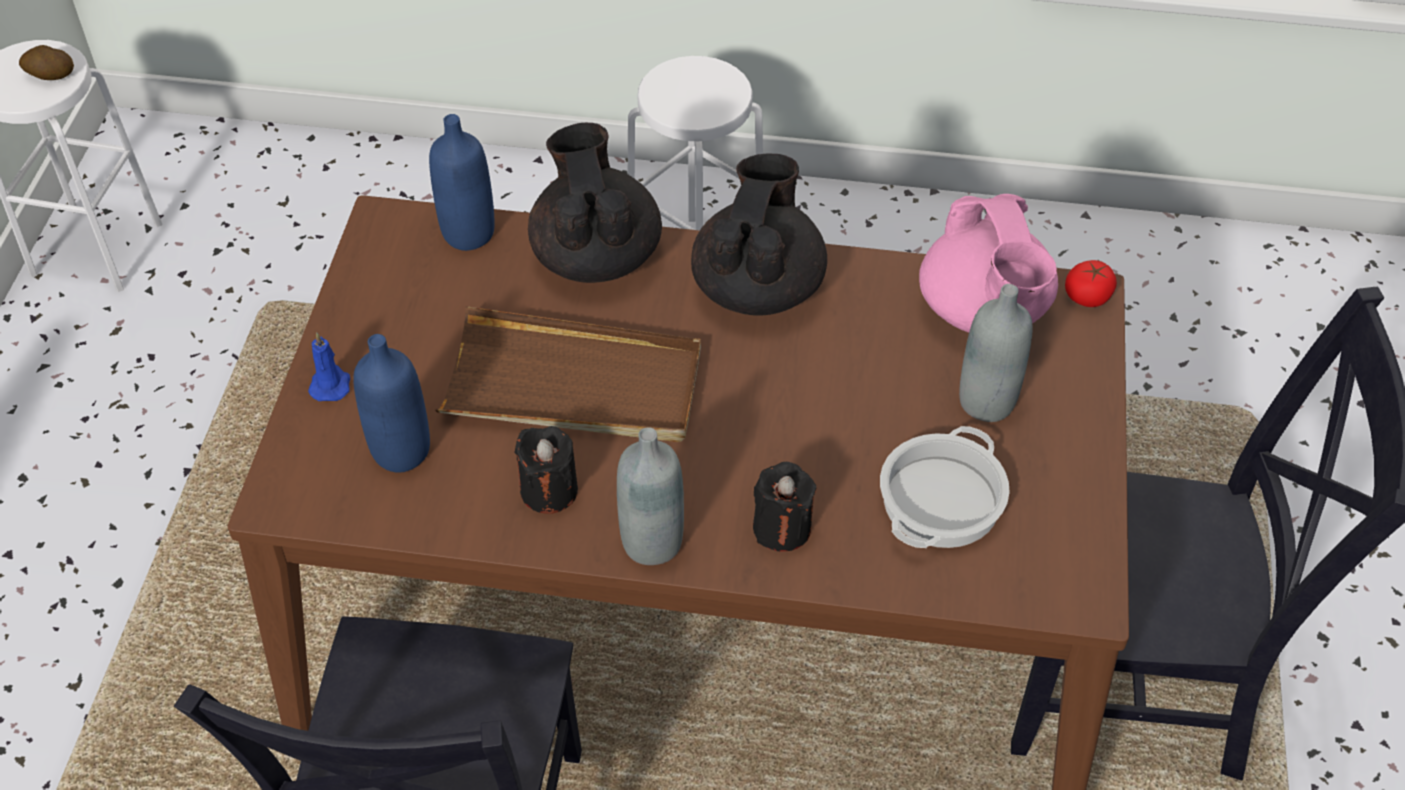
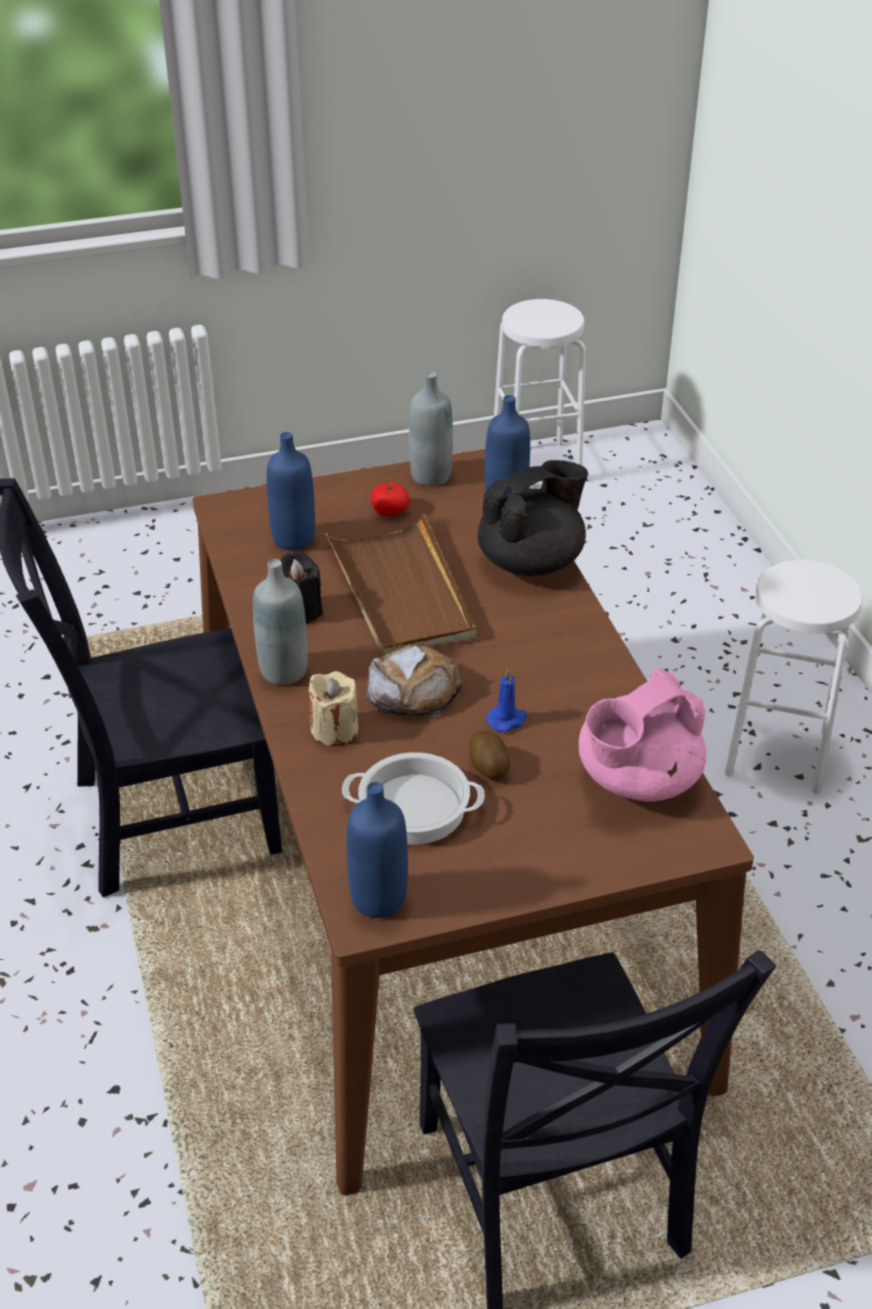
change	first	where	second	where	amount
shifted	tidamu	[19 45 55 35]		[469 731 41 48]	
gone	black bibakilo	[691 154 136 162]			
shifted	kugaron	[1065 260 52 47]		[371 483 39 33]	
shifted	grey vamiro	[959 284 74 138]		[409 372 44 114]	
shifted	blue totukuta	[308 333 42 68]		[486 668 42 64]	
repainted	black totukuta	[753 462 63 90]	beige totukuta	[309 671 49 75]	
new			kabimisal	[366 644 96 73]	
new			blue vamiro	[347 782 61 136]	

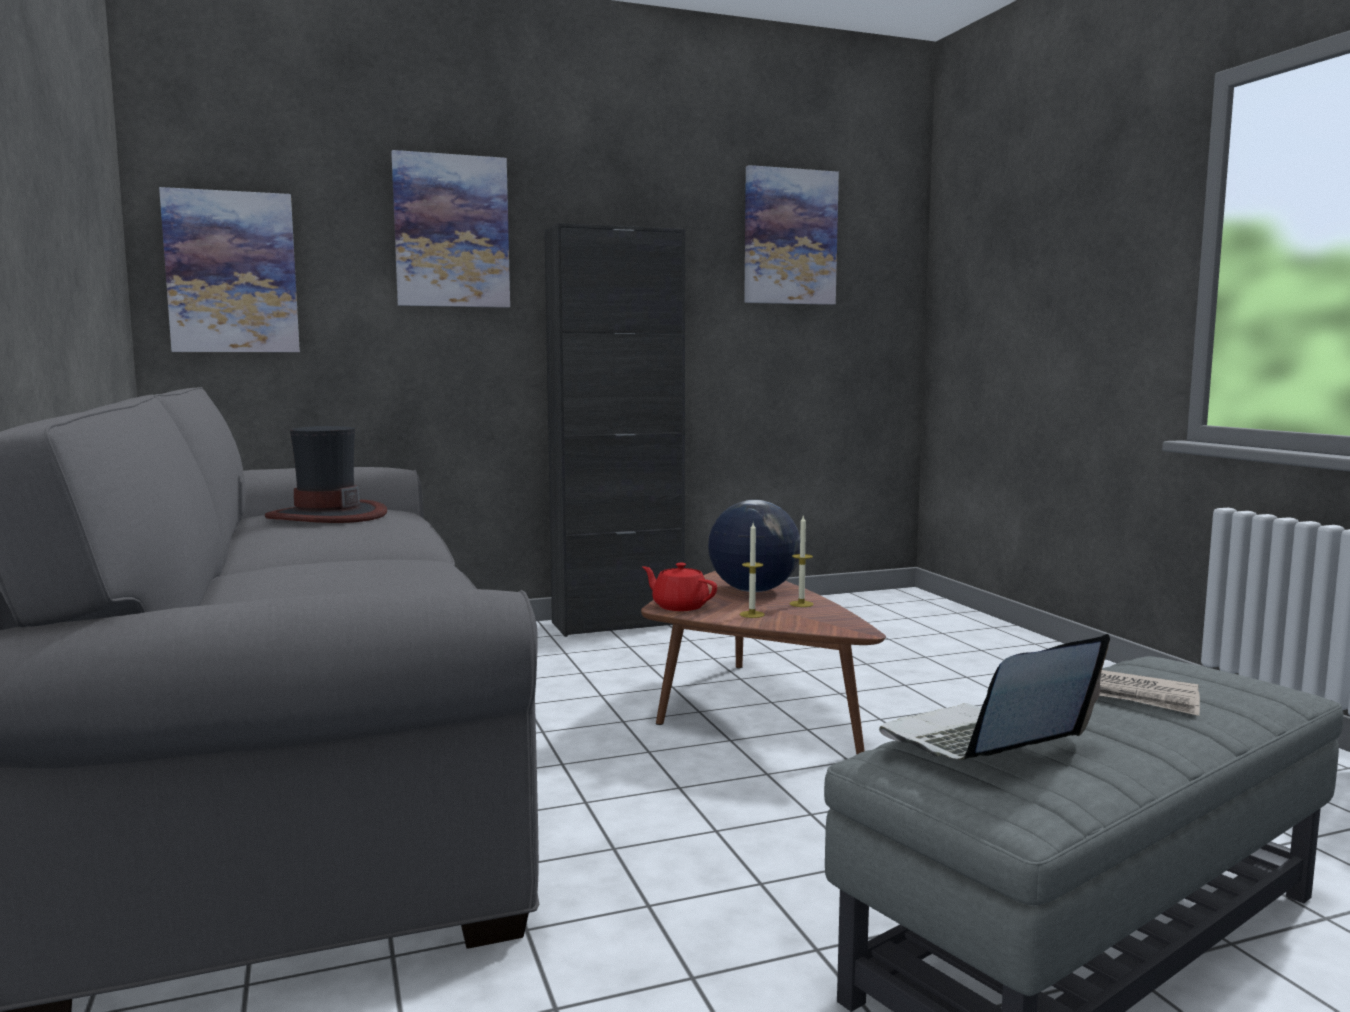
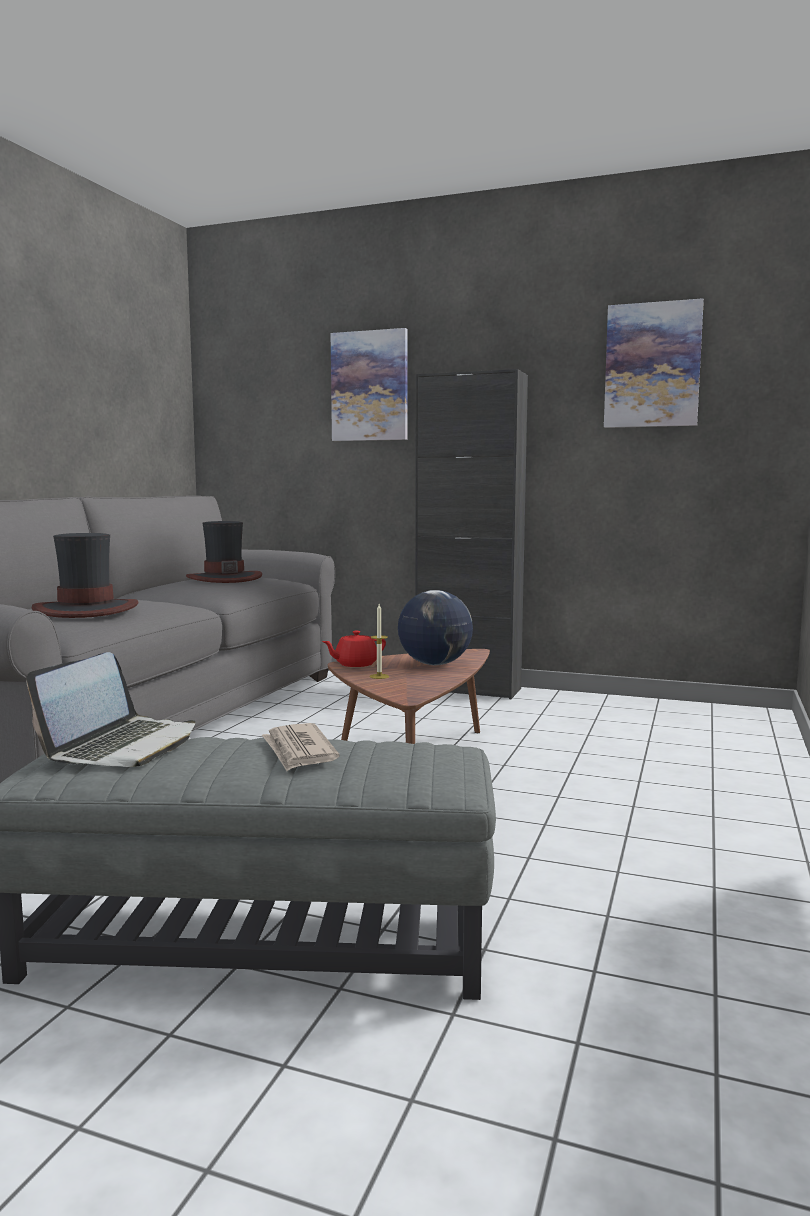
change	first	where	second	where	amount
gone	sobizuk	[159 187 141 165]			
gone	totukuta	[789 516 25 91]			
rotated	red bibakilo	[642 563 75 48]		[322 631 64 36]	105 degrees counterclockwise
rotated	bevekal	[879 634 231 126]		[26 652 169 115]	105 degrees clockwise
new			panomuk	[32 533 106 85]	

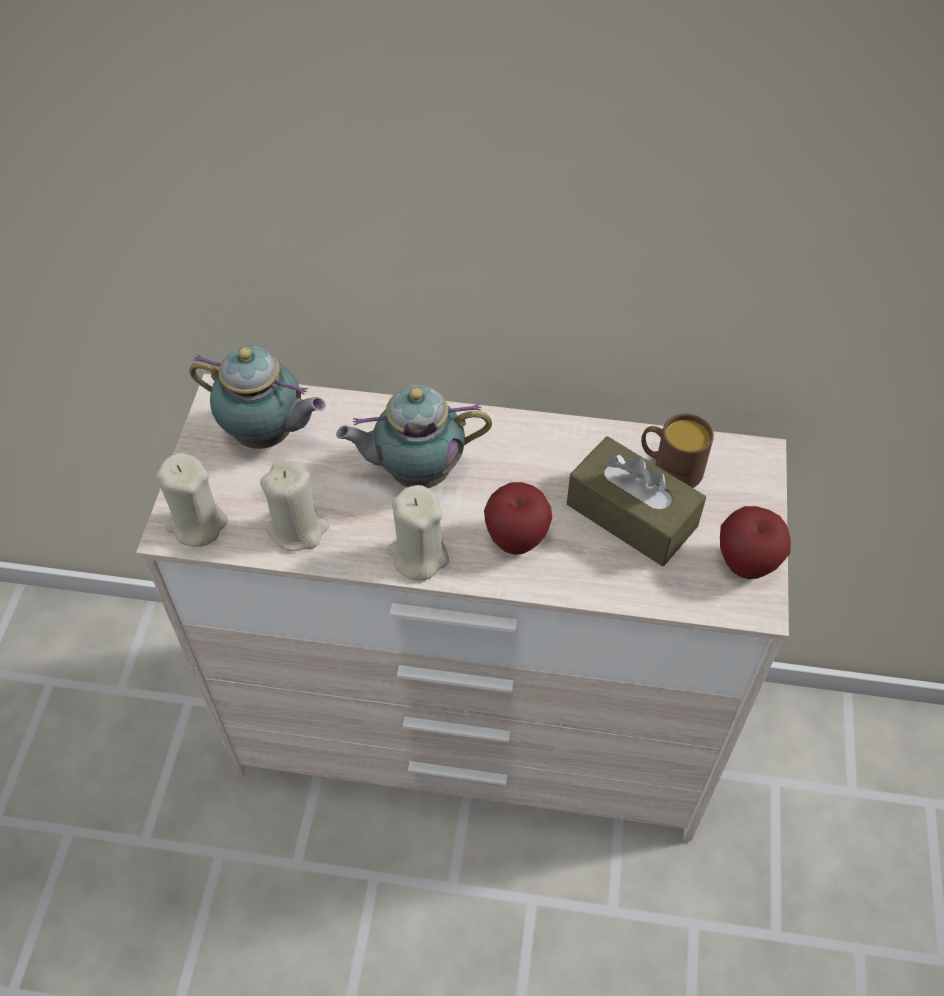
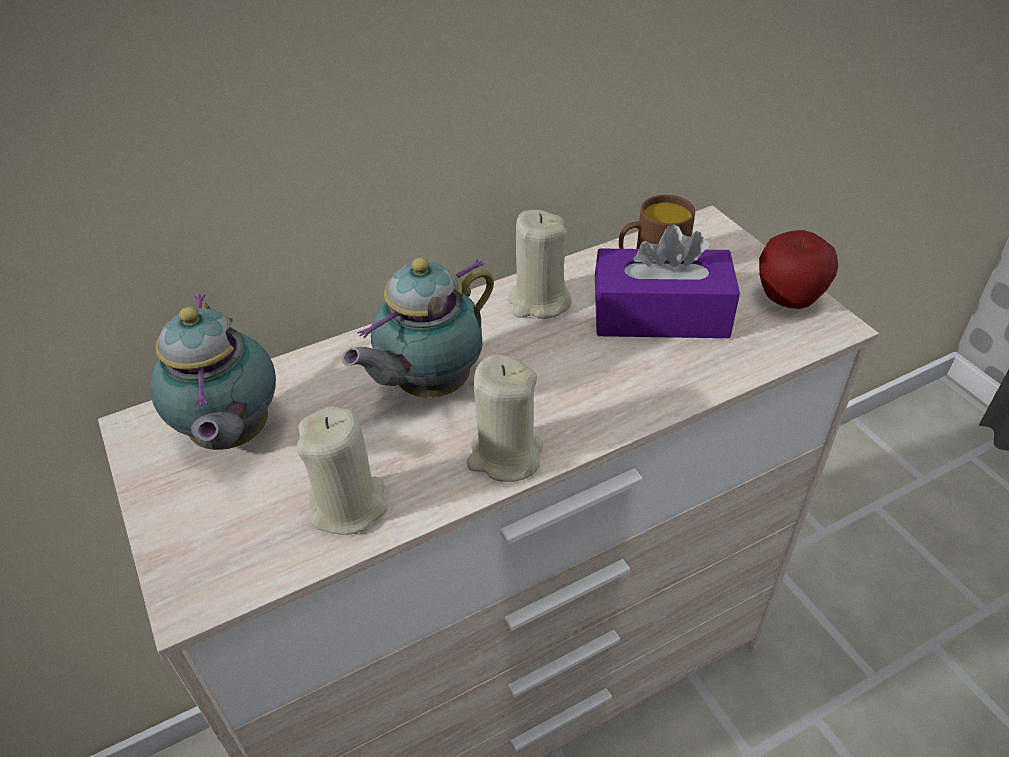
change	first	where	second	where	amount
rotated	bibakilo	[189 346 137 103]		[150 294 126 156]	90 degrees clockwise
repainted	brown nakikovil	[567 436 139 130]	purple nakikovil	[595 224 145 114]	
shifted	beige totukuta	[156 453 72 94]		[508 210 64 109]	
gone	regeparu	[484 482 68 73]			

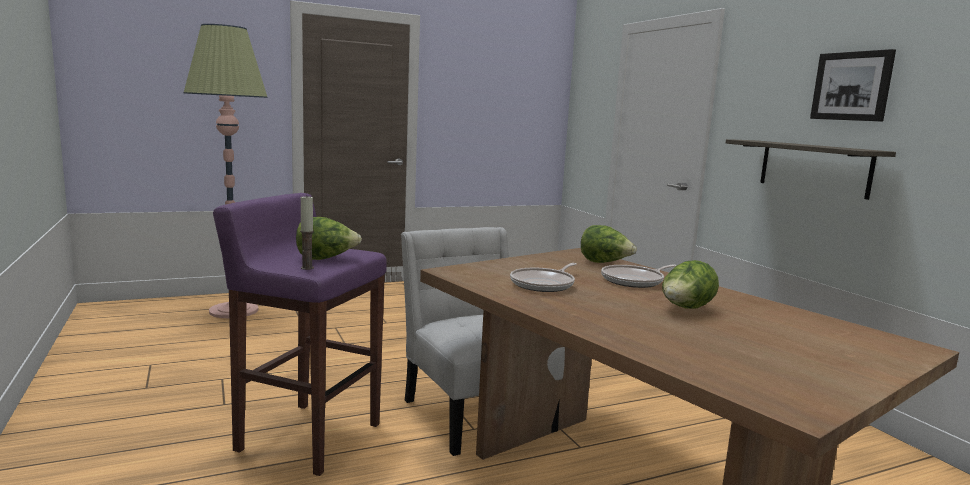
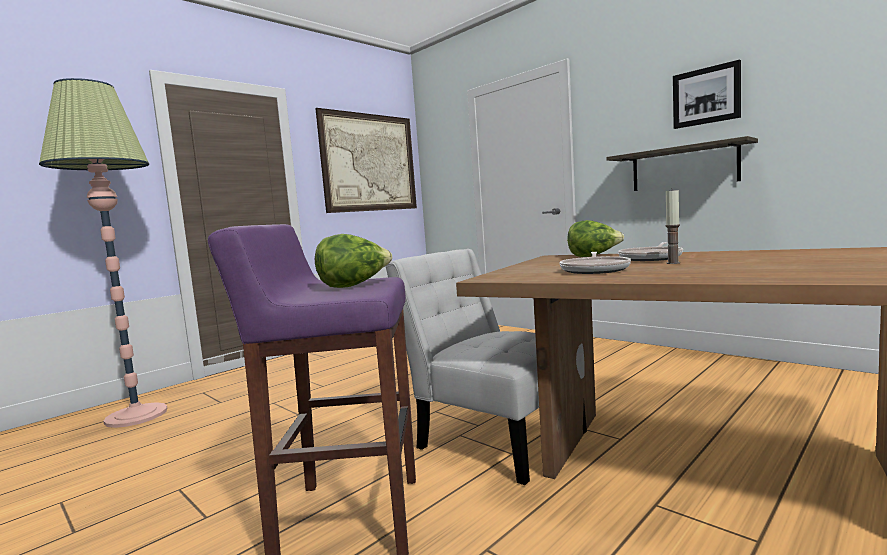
change	first	where	second	where	amount
shifted	totukuta	[300 195 14 75]		[666 188 14 76]	
gone	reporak	[662 260 57 49]			
new			sobizuk	[315 108 102 105]	

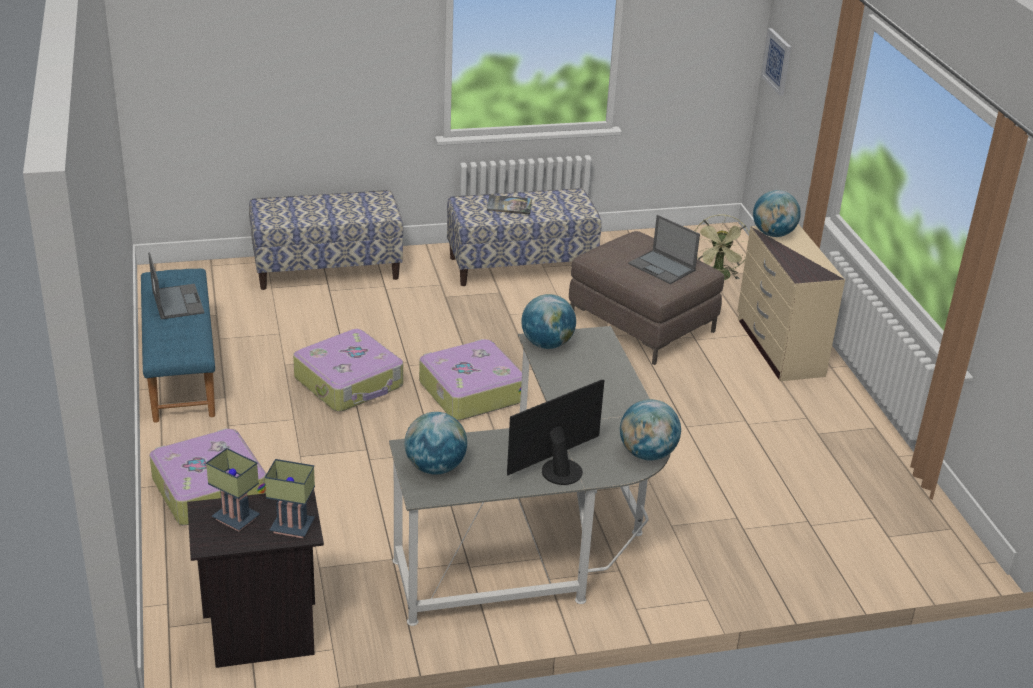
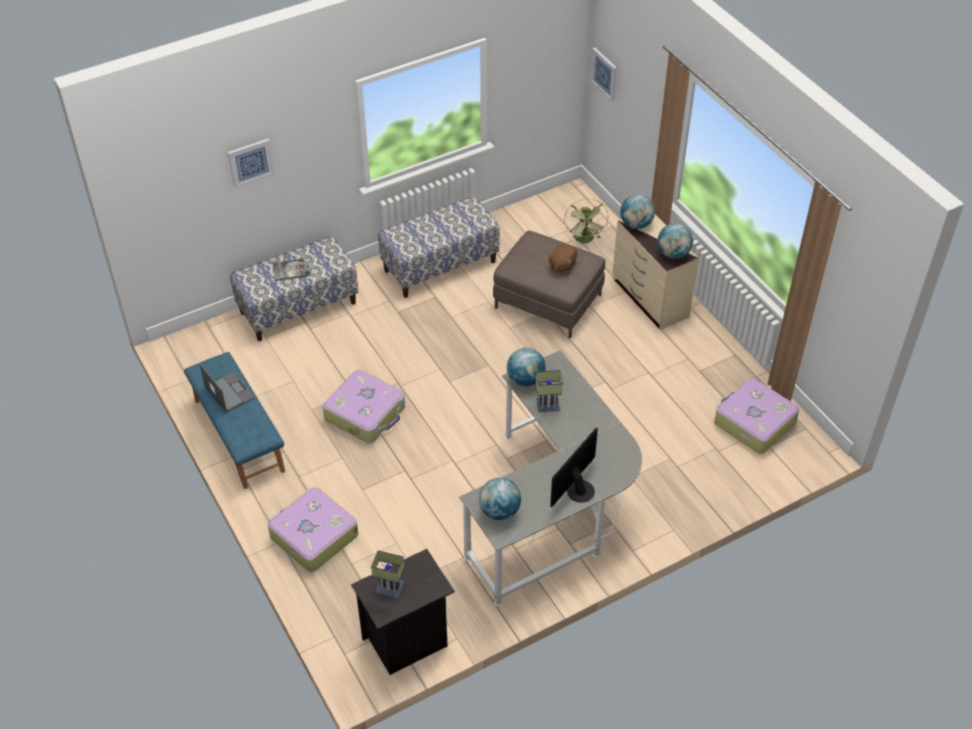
change	first	where	second	where	amount
shifted	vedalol	[487 195 45 19]		[272 258 38 23]	
swapped	bevekal	[628 215 72 69]	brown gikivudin	[548 244 29 30]	
shifted	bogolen	[419 339 103 81]		[714 378 85 76]	
shifted	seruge	[620 399 61 61]		[658 223 35 36]	
shifted	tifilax	[265 459 50 79]		[536 370 27 43]	
new			sobizuk	[228 139 47 49]	

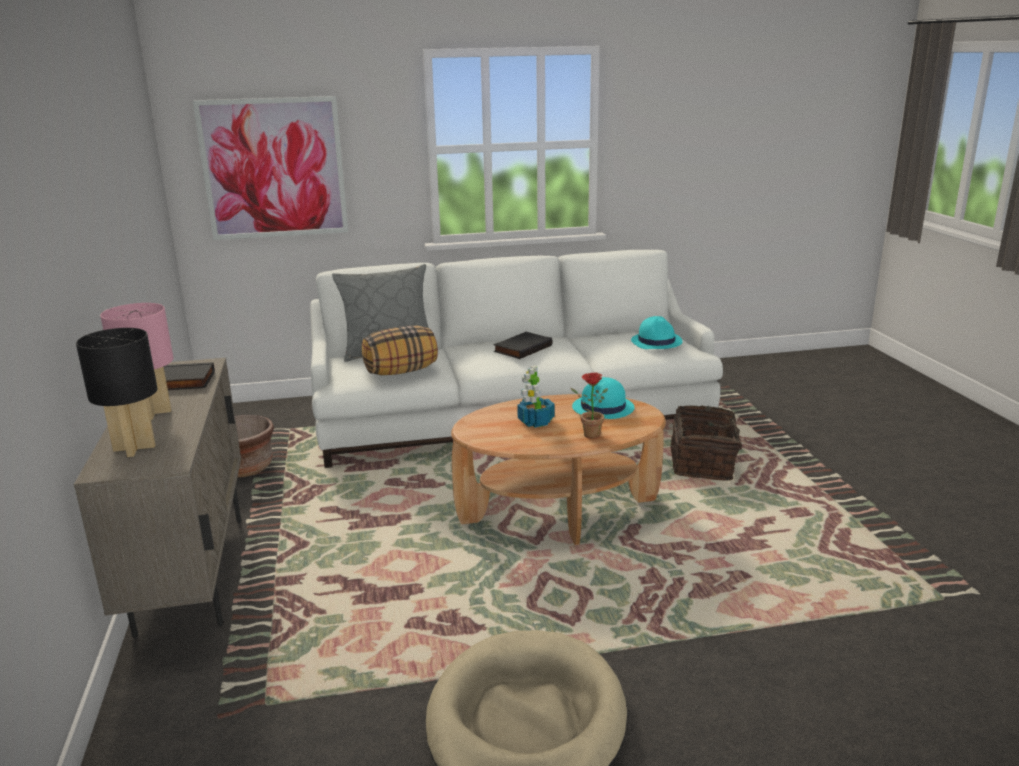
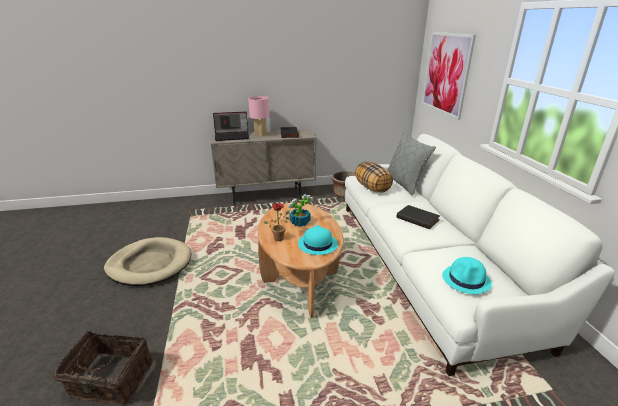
change	first	where	second	where	amount
swapped	black tifilax	[76 328 82 129]	bevekal	[213 112 36 29]	
shifted	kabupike	[670 405 81 76]		[53 331 100 74]	

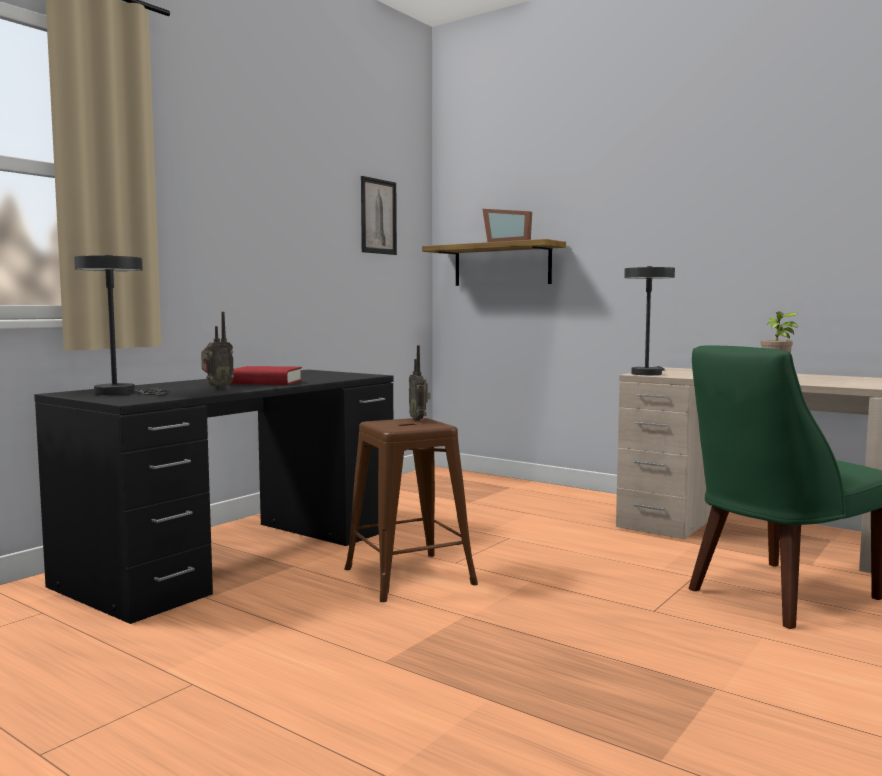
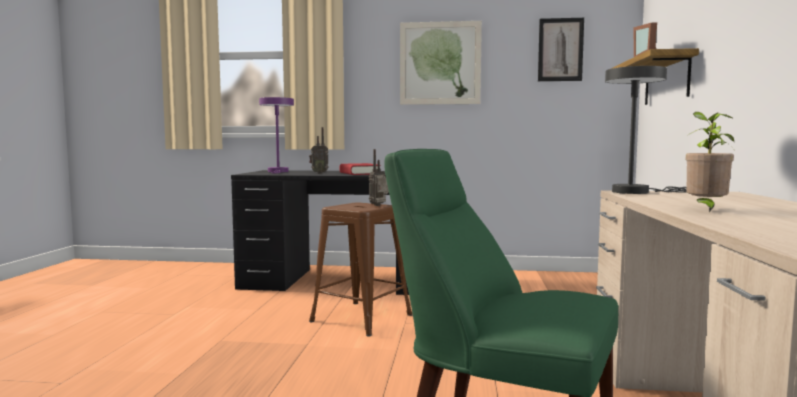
change	first	where	second	where	amount
repainted	grey tifilax	[74 255 96 141]	purple tifilax	[259 97 35 77]	
new			sobizuk	[400 21 82 84]	

